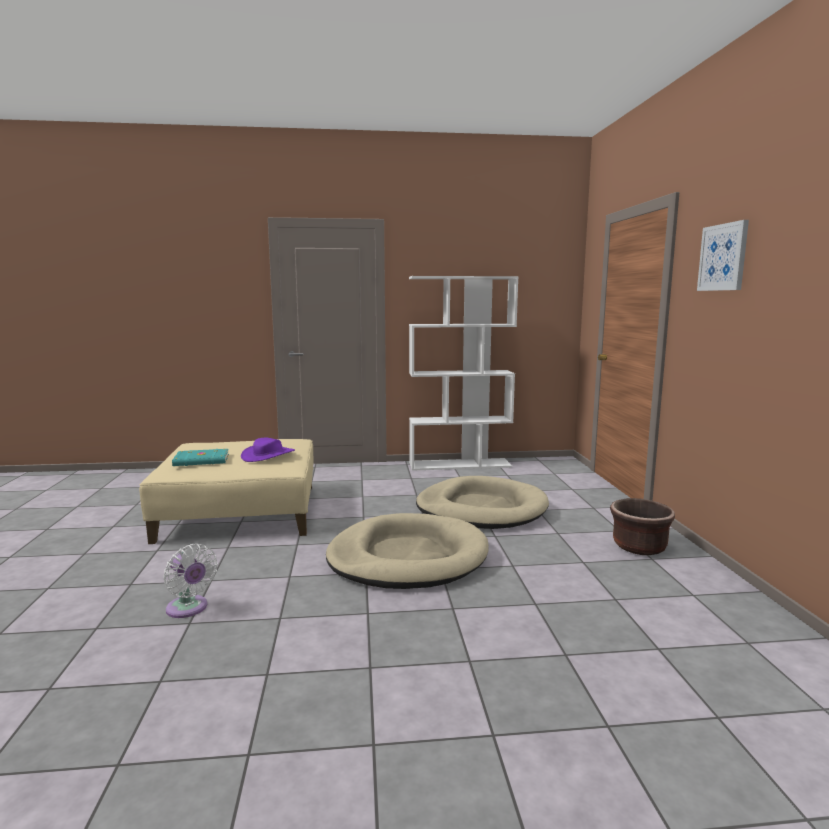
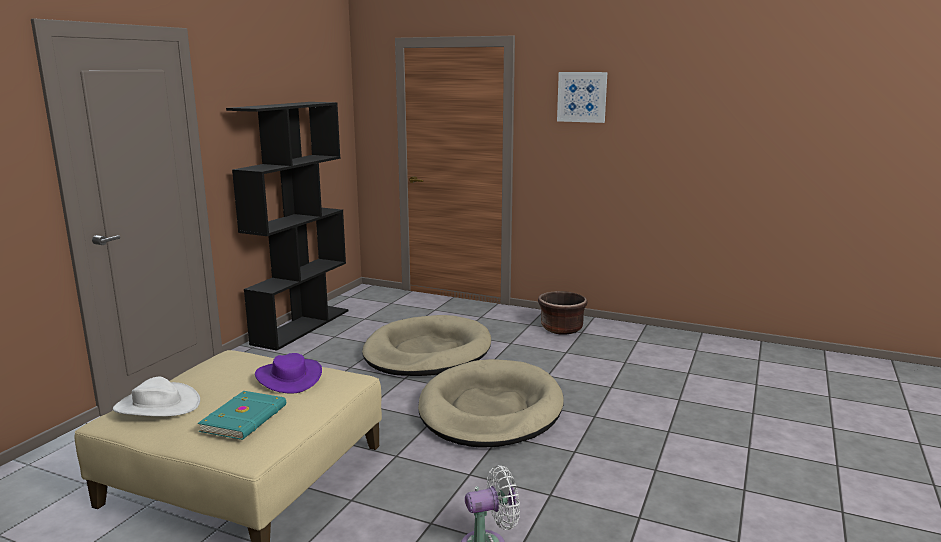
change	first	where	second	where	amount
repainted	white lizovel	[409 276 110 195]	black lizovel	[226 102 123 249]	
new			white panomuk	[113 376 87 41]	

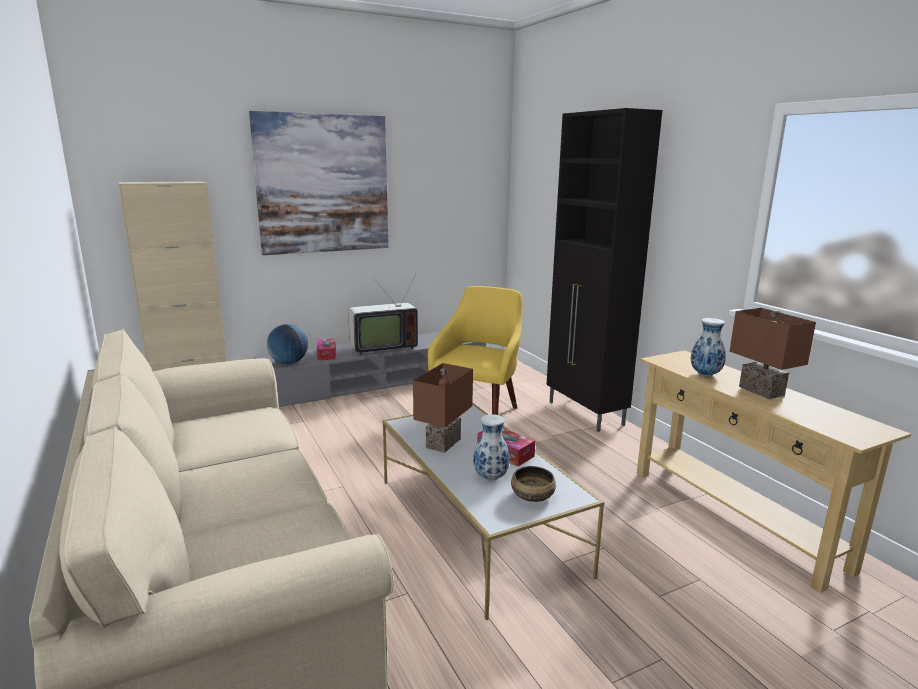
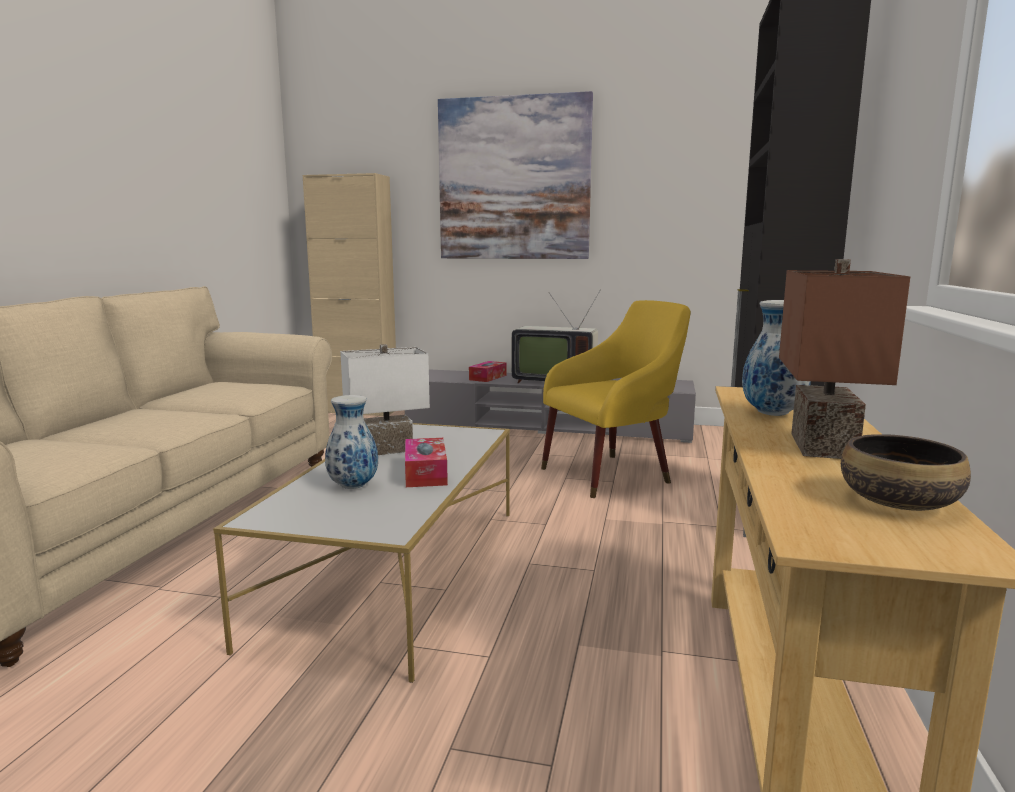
change	first	where	second	where	amount
gone	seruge	[267 324 41 40]			
repainted	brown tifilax	[413 363 60 90]	white tifilax	[340 344 90 111]	
shifted	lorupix	[511 466 45 36]		[841 434 130 77]	

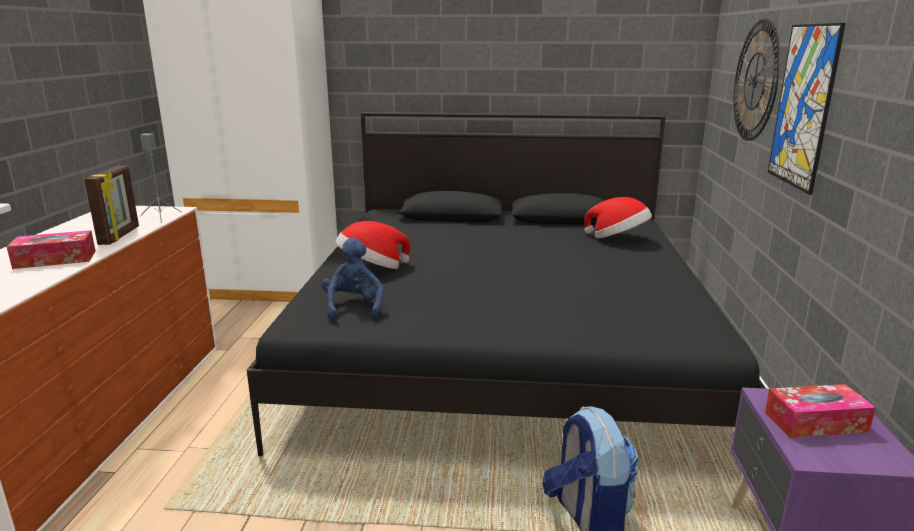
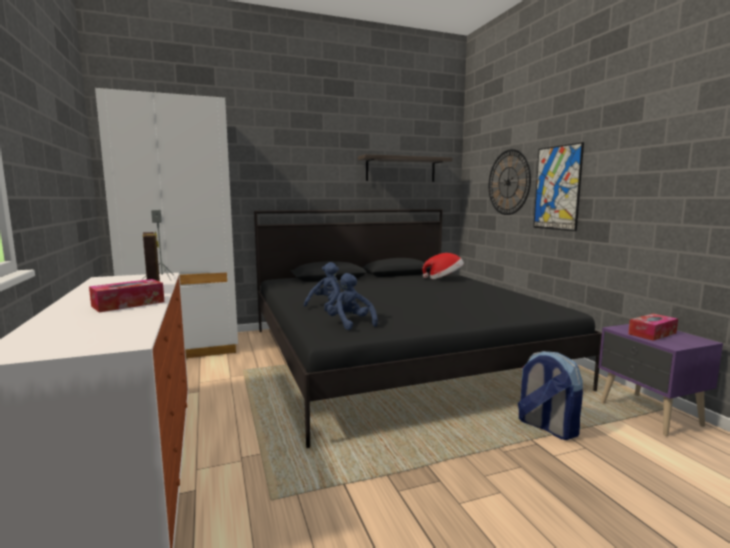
change	first	where	second	where	amount
swapped	panomuk	[335 221 75 48]	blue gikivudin	[304 262 36 49]	
new			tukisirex	[358 154 95 28]	

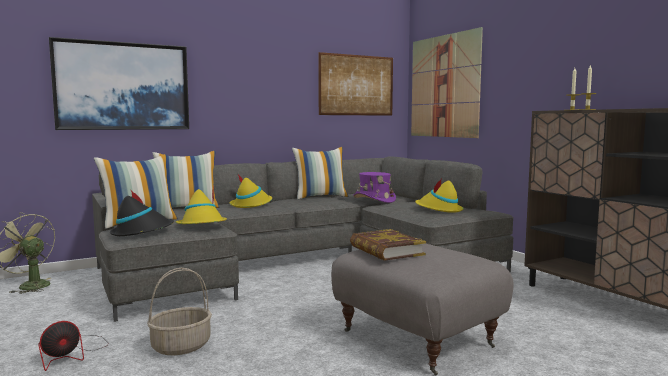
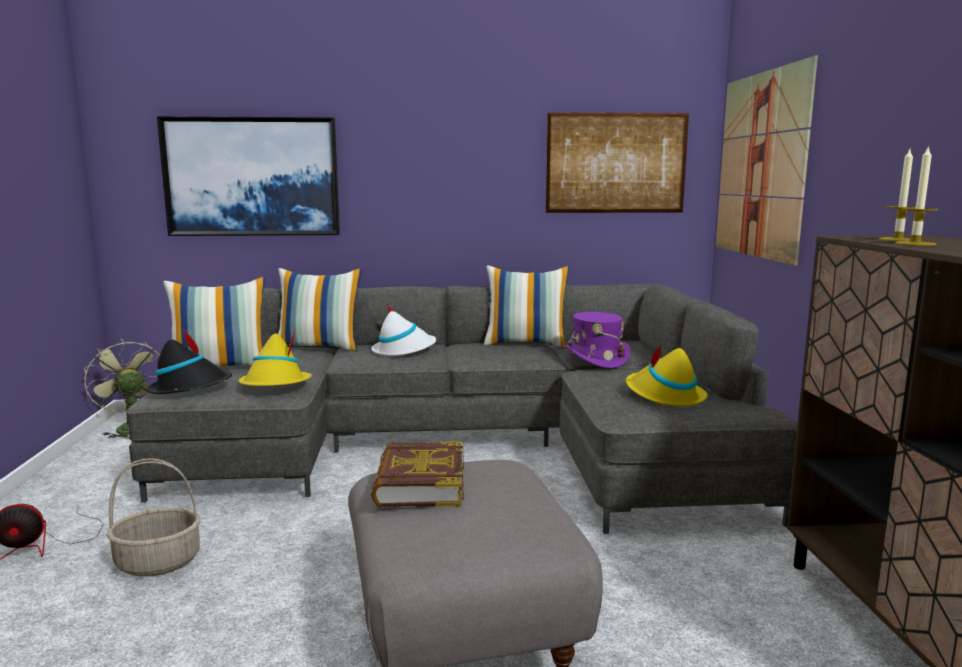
change	first	where	second	where	amount
repainted	yellow panomuk	[229 173 43 35]	white panomuk	[372 303 64 53]	

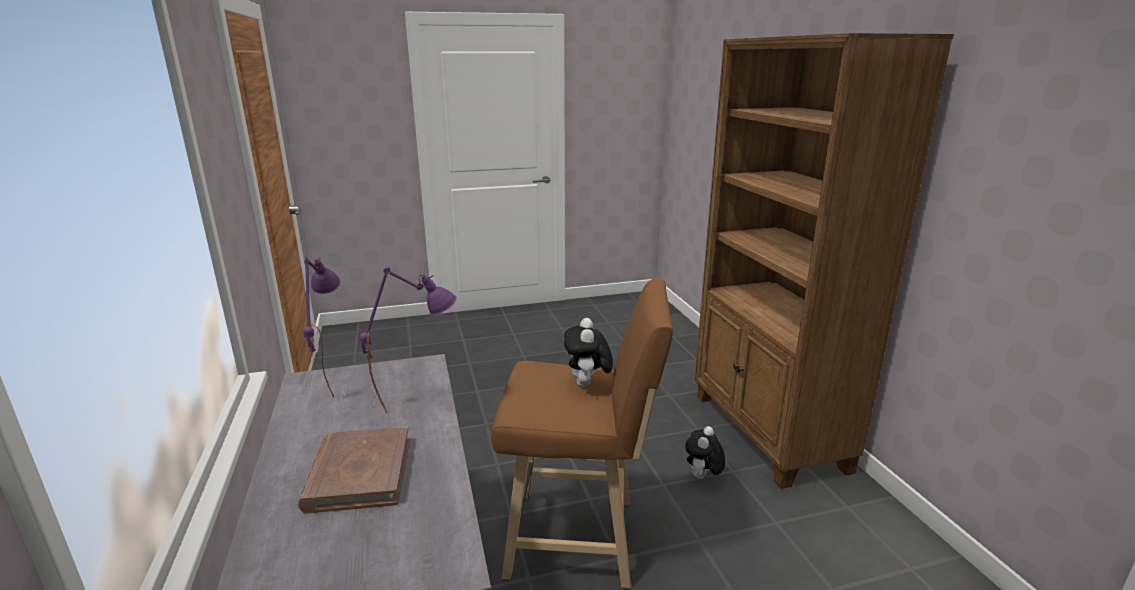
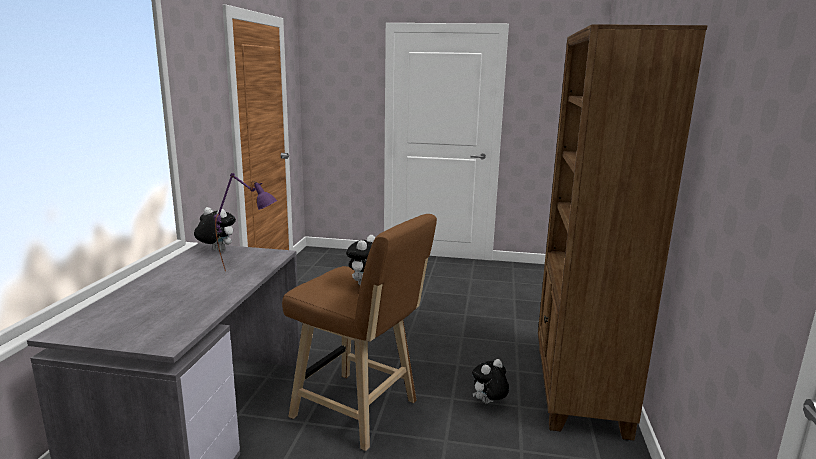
change	first	where	second	where	amount
swapped	purple tifilax	[303 257 37 140]	gikivudin	[194 207 42 45]	
gone	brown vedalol	[298 426 112 88]			

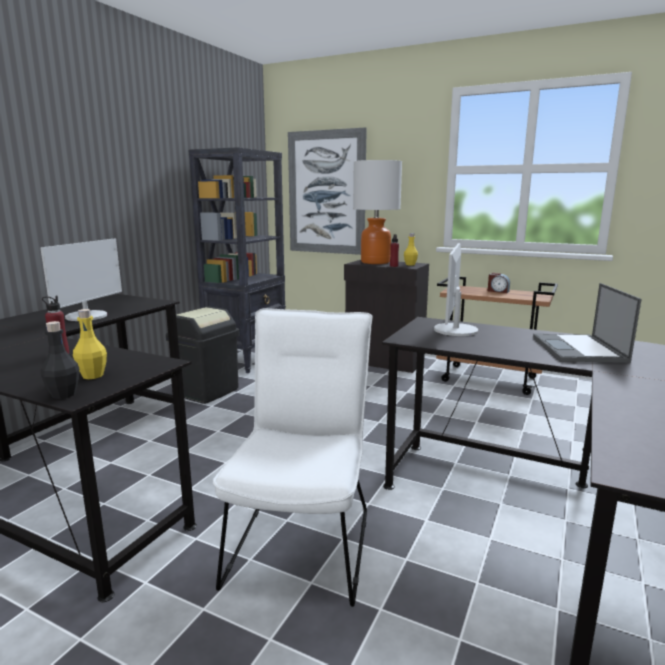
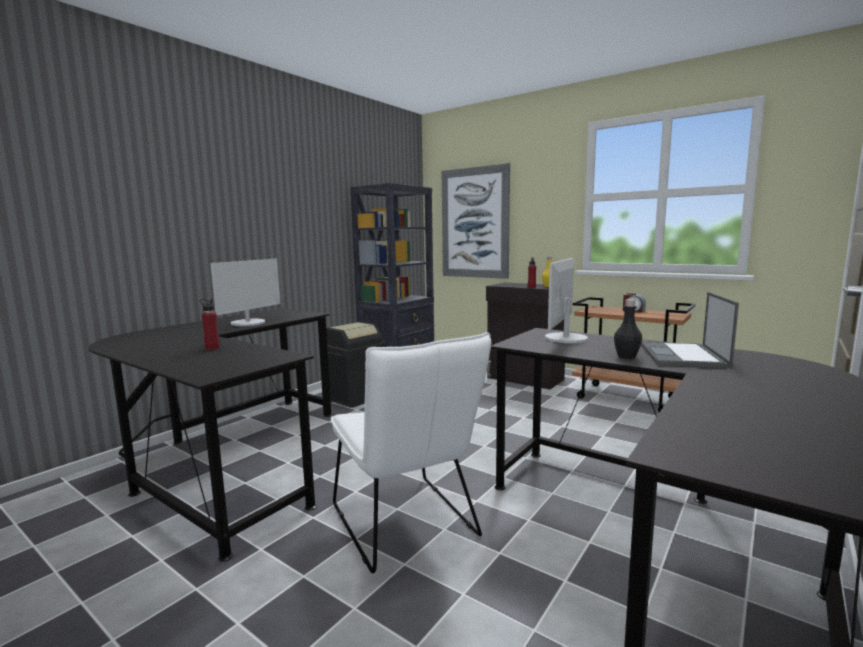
change	first	where	second	where	amount
gone	tifilax	[353 160 49 104]			
rotated	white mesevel	[213 308 160 299]		[331 332 160 241]	135 degrees clockwise
gone	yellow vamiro	[73 309 34 70]			
shifted	black vamiro	[41 321 38 78]		[614 299 28 60]	

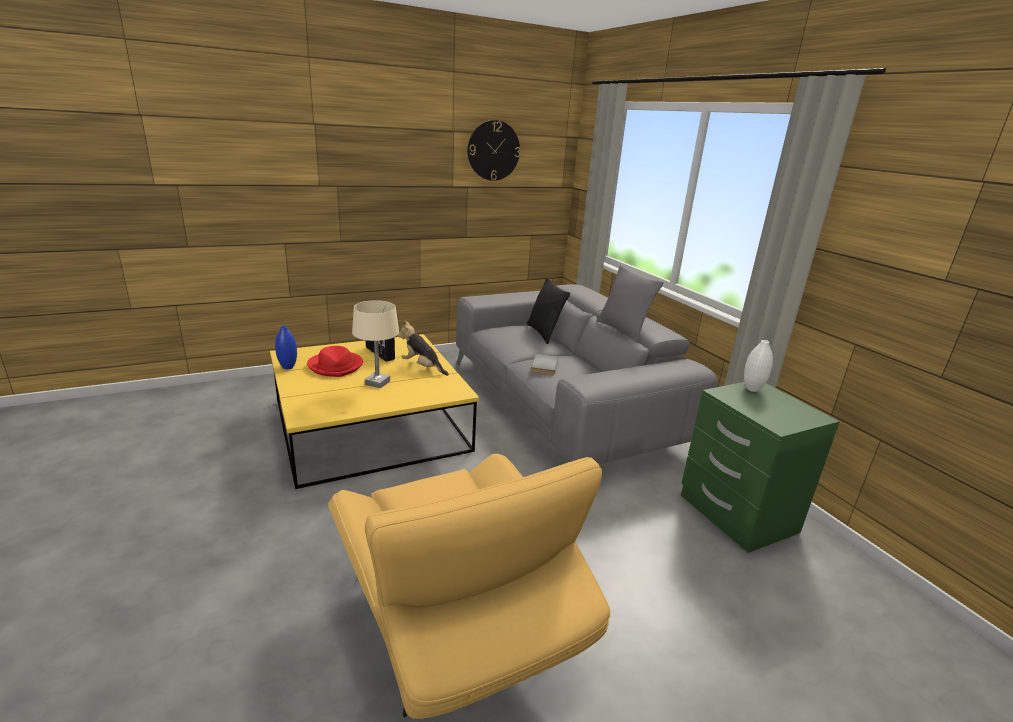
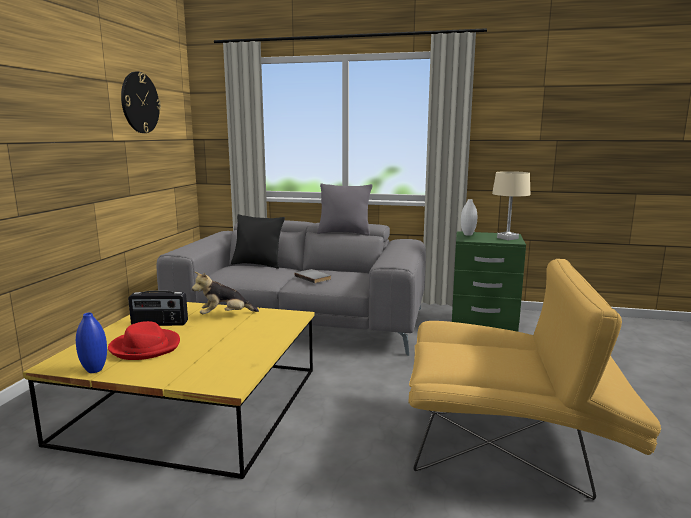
change	first	where	second	where	amount
shifted	beige tifilax	[352 300 47 88]		[492 171 38 70]	

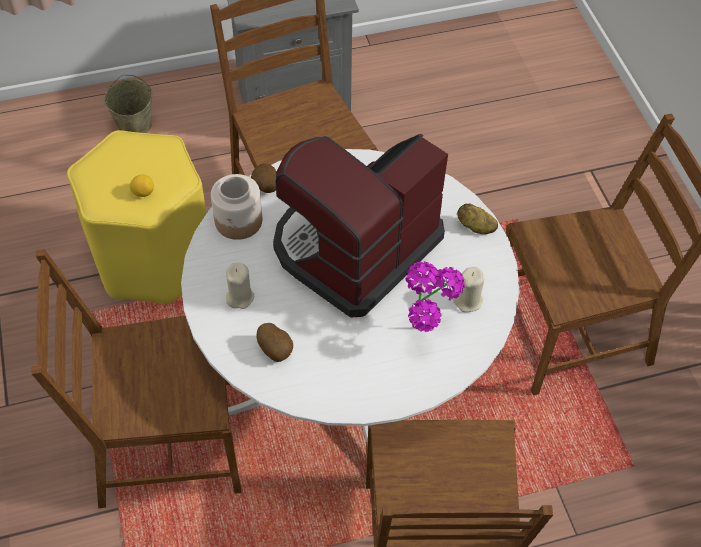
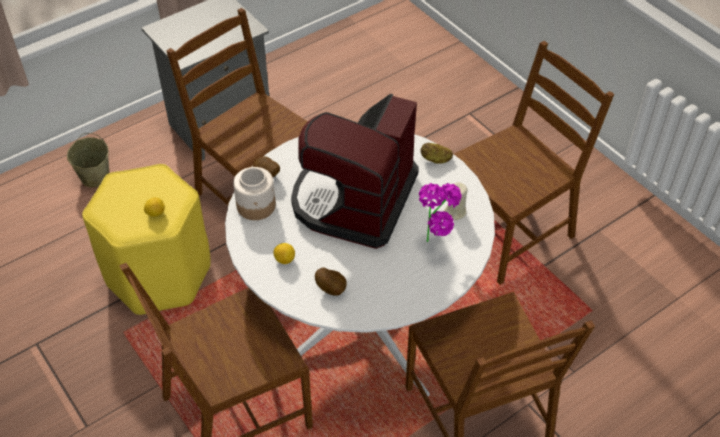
change	first	where	second	where	amount
swapped	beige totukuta	[226 263 28 46]	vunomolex	[274 243 21 21]	

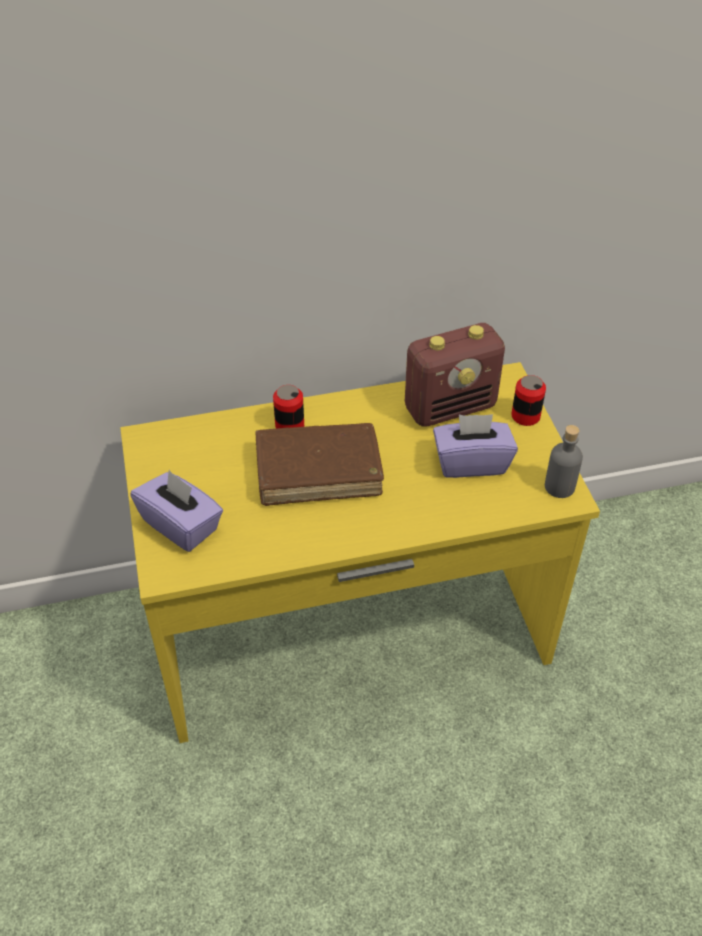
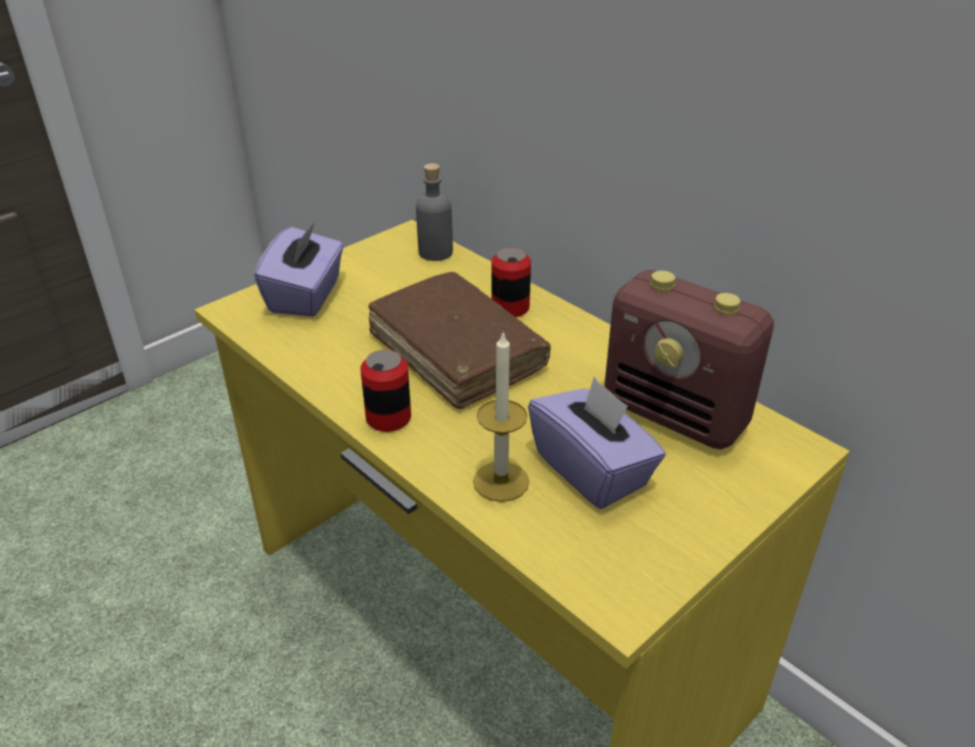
change	first	where	second	where	amount
shifted	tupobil	[511 375 35 51]		[360 350 51 82]	
shifted	grey vamiro	[545 425 38 73]		[416 163 37 98]	
new			totukuta	[473 332 56 170]	

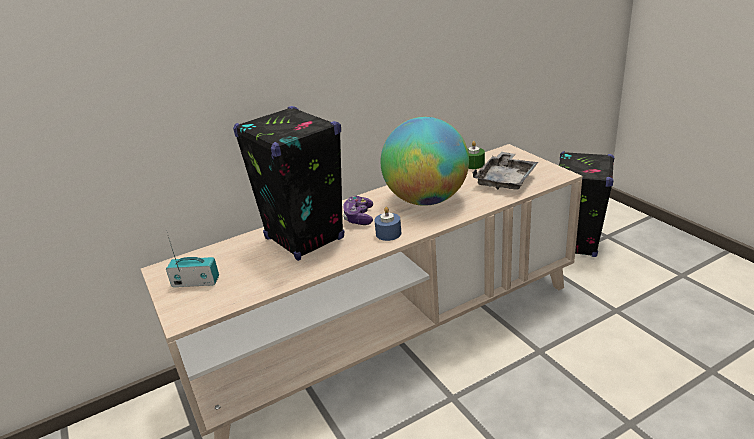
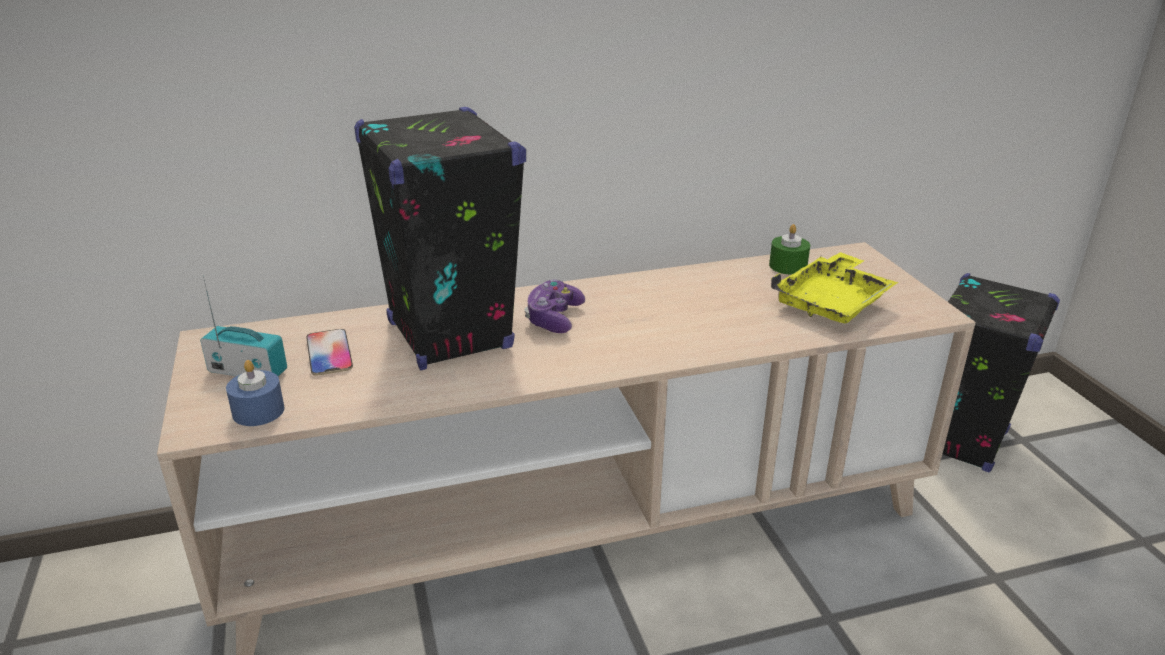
change	first	where	second	where	amount
gone	seruge	[381 117 88 89]			
repainted	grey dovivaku	[472 152 66 38]	yellow dovivaku	[771 252 127 71]	
shifted	blue totukuta	[374 207 27 34]		[226 360 59 66]	
new			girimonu	[306 329 47 46]	

